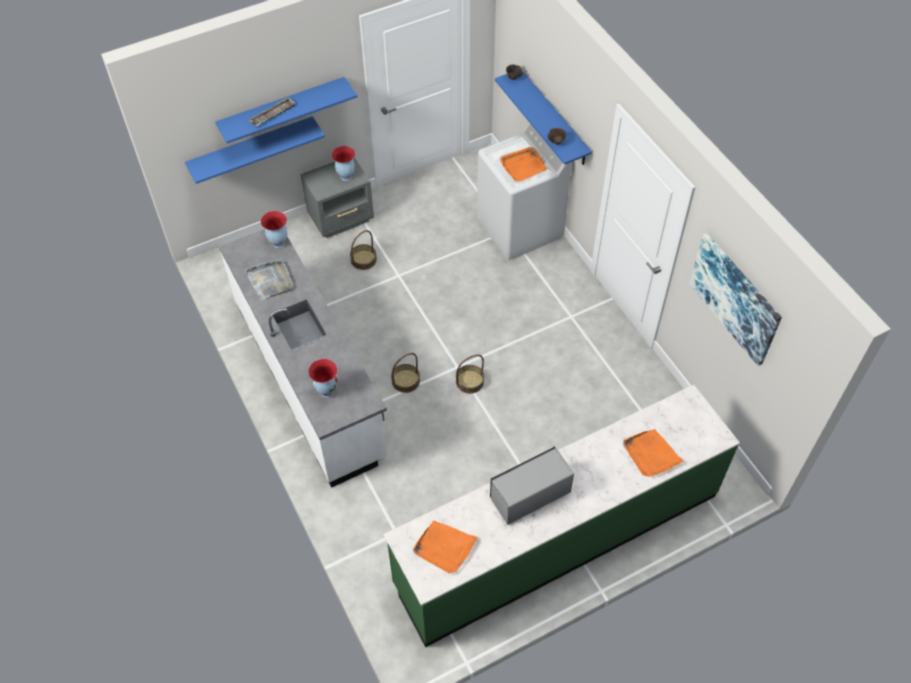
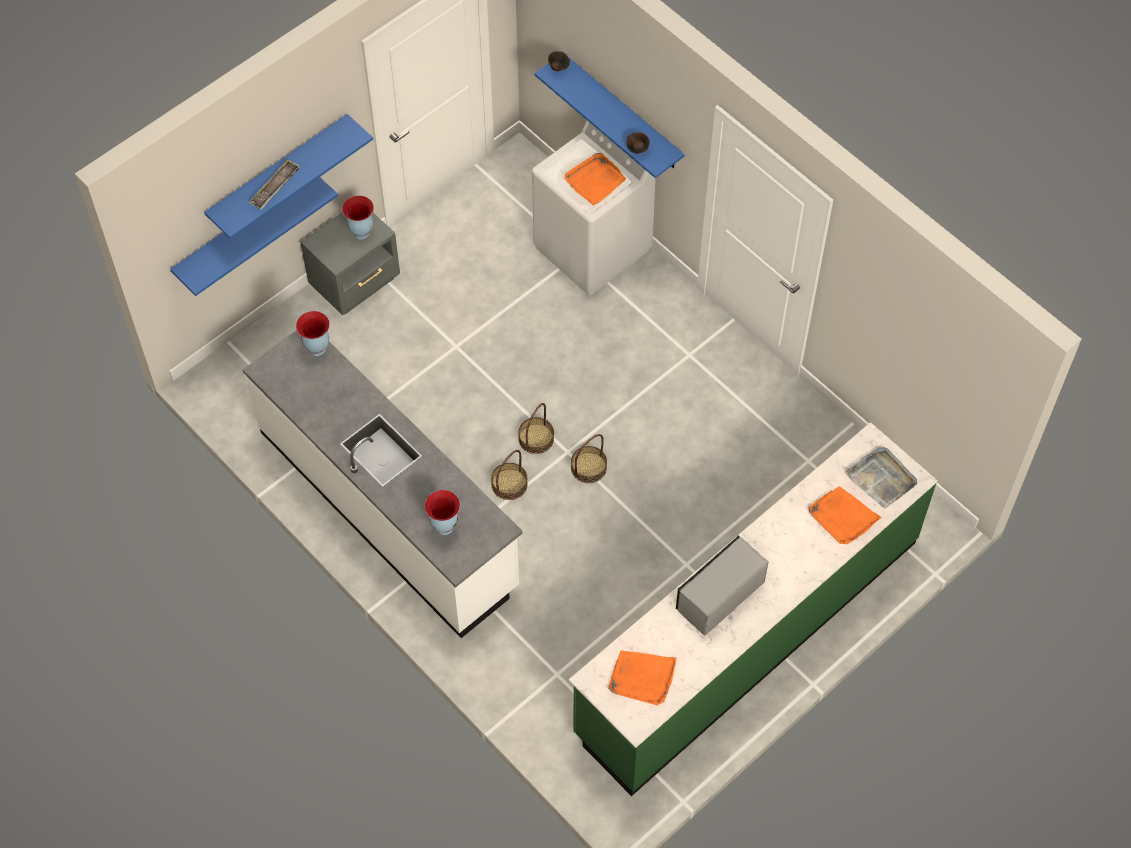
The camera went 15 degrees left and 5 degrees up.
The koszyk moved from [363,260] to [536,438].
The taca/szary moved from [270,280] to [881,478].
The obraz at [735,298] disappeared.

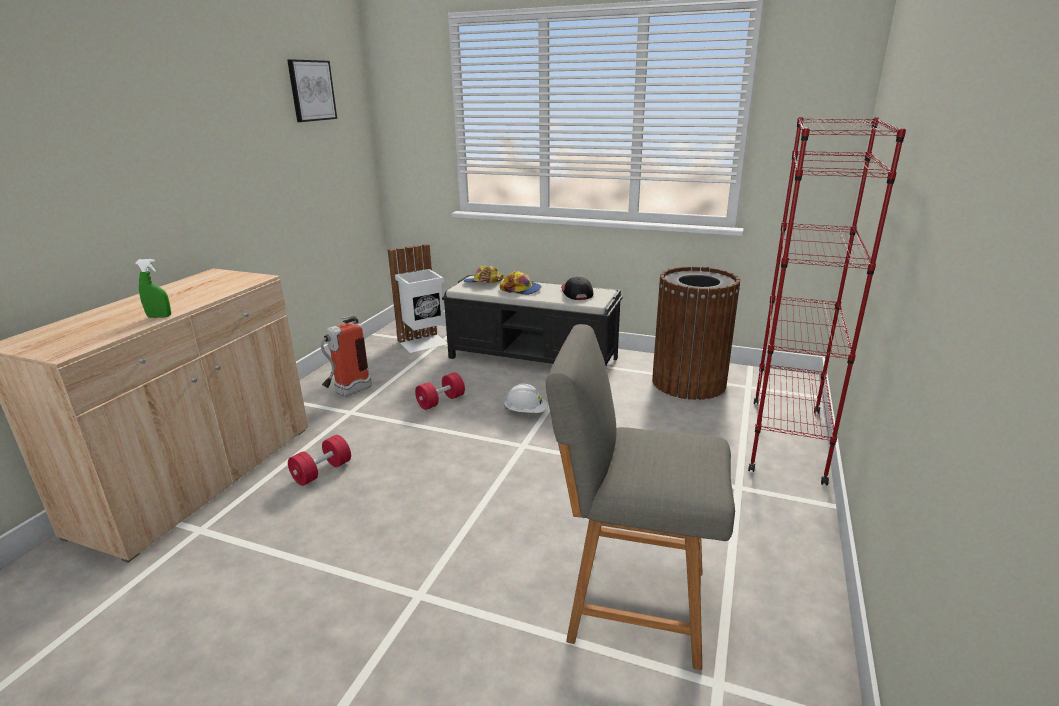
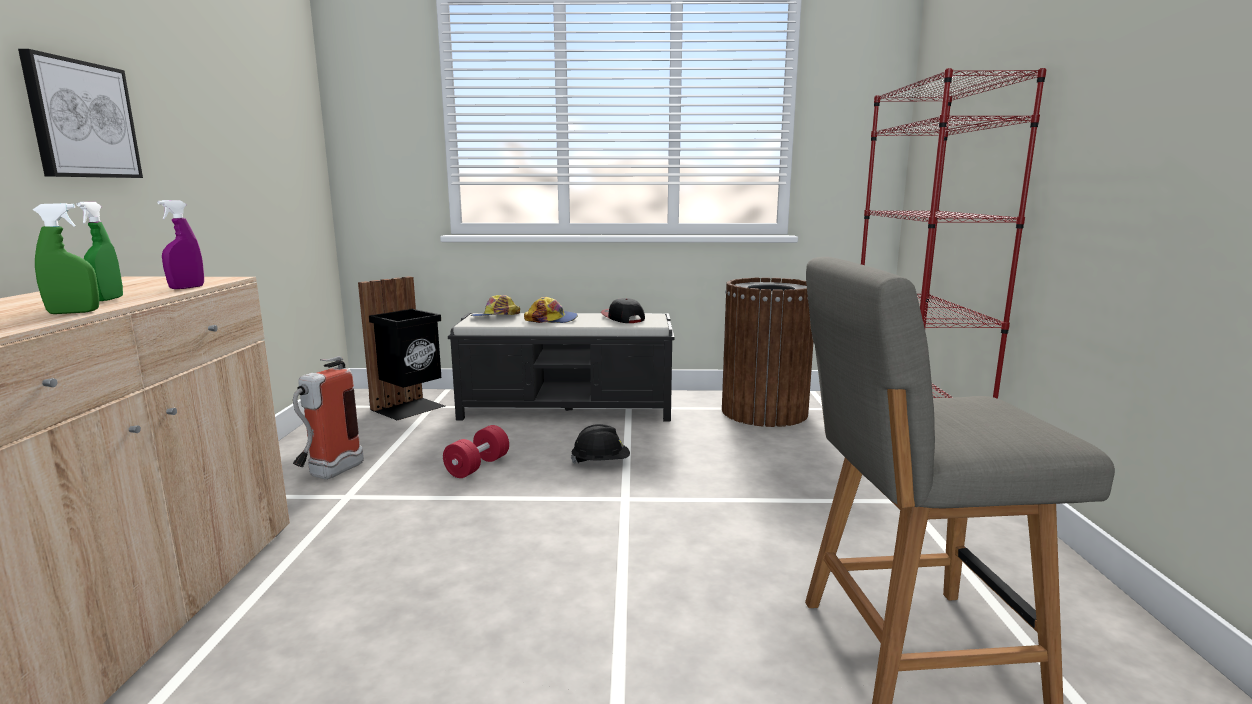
The camera went 20 degrees left and 10 degrees down.
The obraz moved from [311,90] to [82,120].
The spryskiwacz/zielony at [108,299] appeared.
The spryskiwacz/fioletowy at [187,288] appeared.
The kosz na śmieci/biały at [424,343] became the kosz na śmieci/czarny at [410,408].
The kask/biały at [526,412] became the kask/czarny at [601,463].
The hantel/czerwony at [322,472] disappeared.

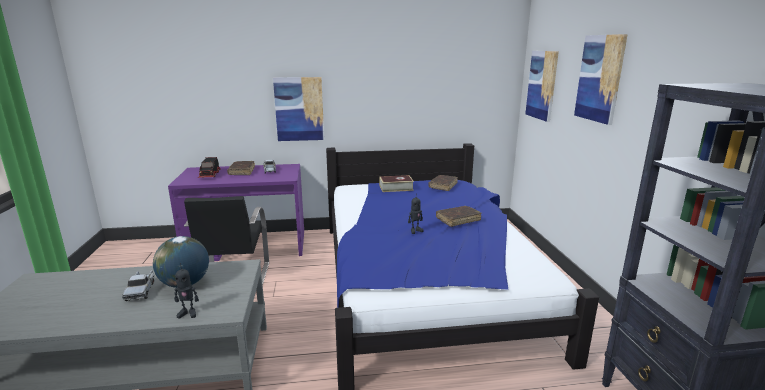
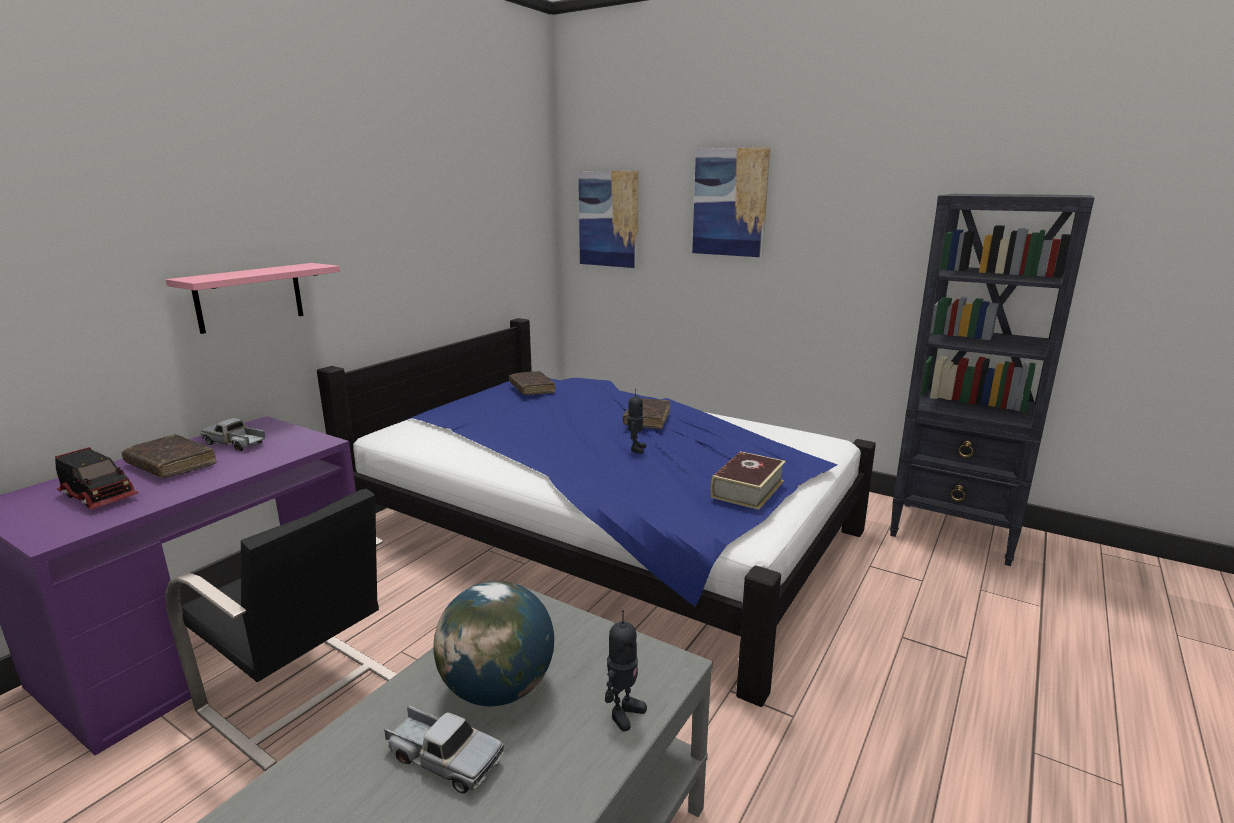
The camera went 50 degrees left and 0 degrees up.
The obraz at [299,109] was replaced by the półka/różowy at [249,297].
The książka moved from [396,188] to [747,489].

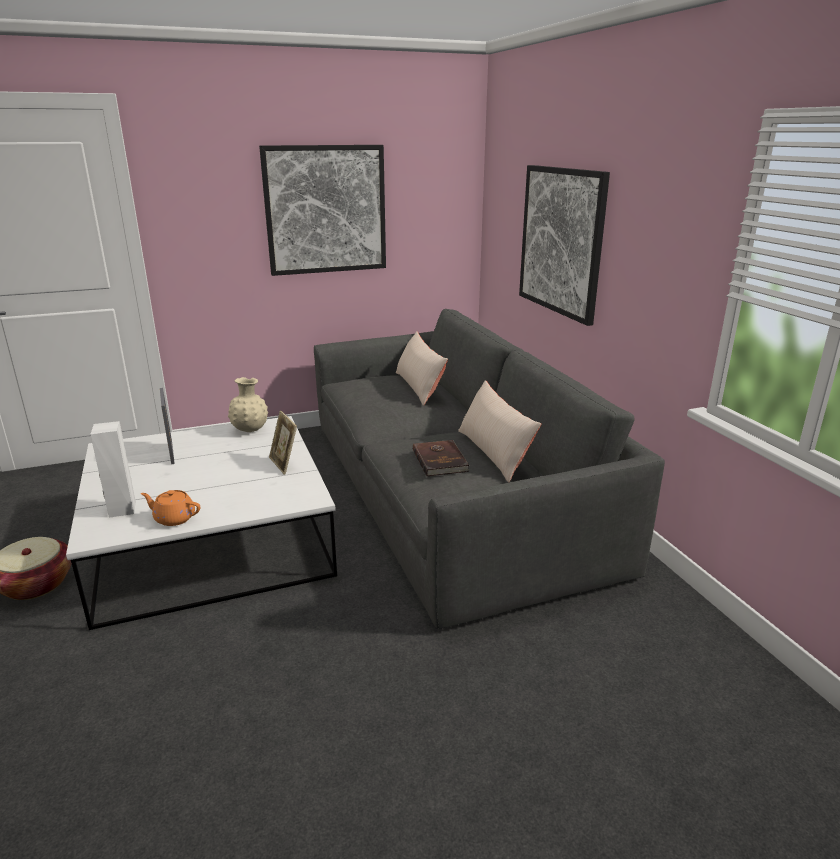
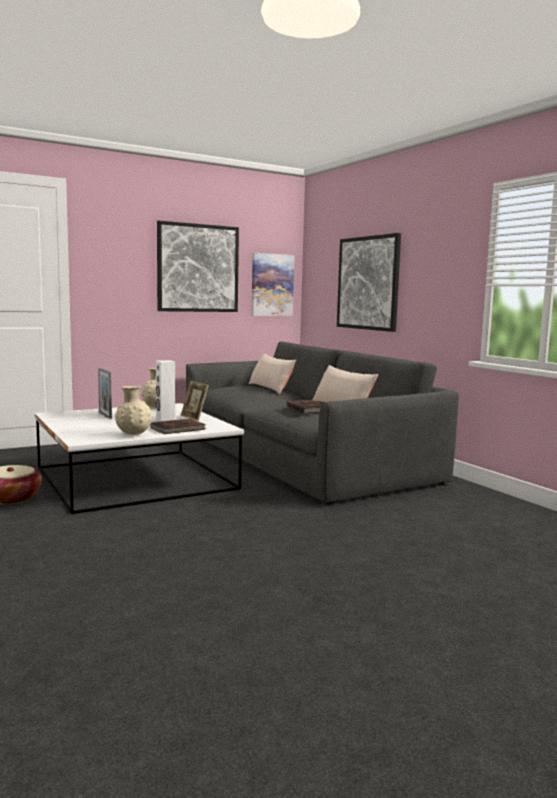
The camera went 10 degrees left and 15 degrees down.
The imbryk/pomarańczowy at [174,518] was replaced by the wazon/beżowy at [133,434].
The książka/brązowy at [178,429] appeared.
The głośnik/biały moved from [122,509] to [165,419].
The obraz at [272,285] appeared.

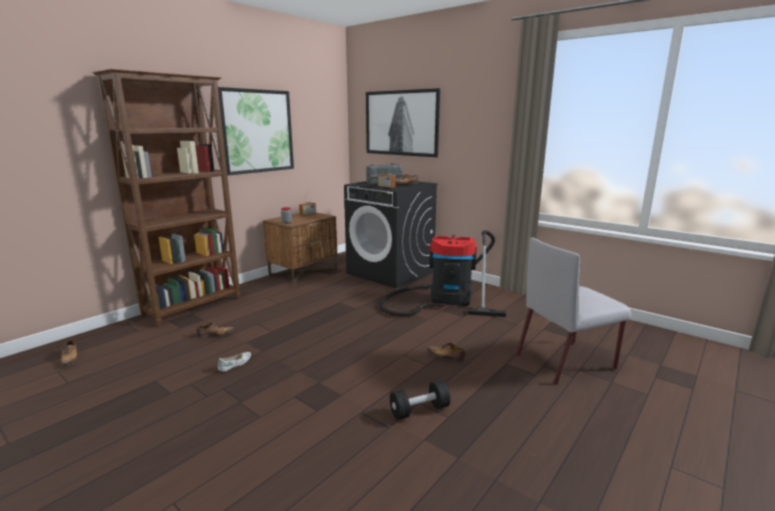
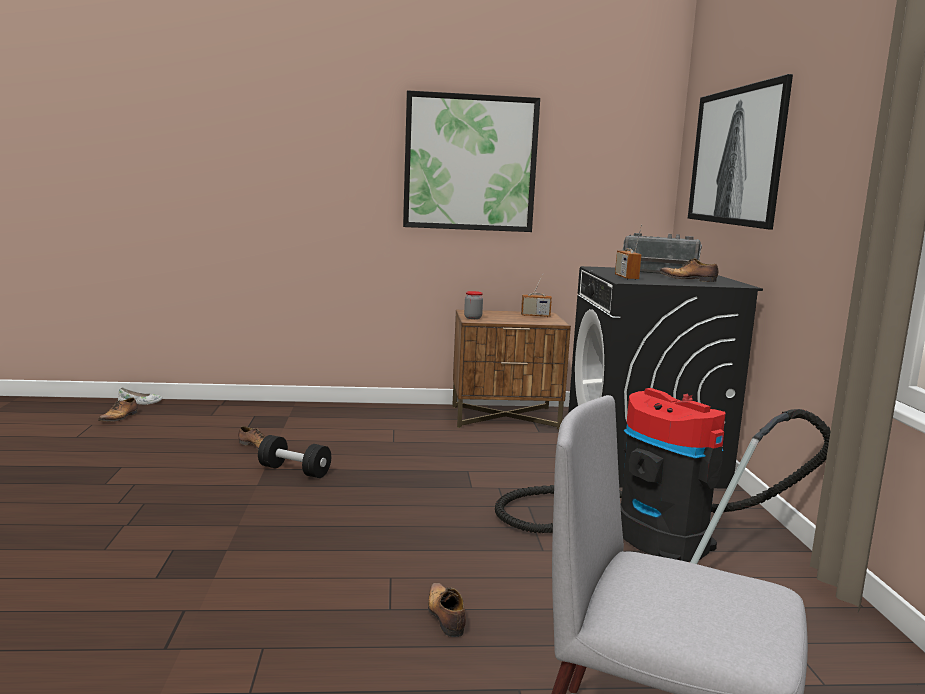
The camera went 45 degrees right and 5 degrees down.
The but/biały moved from [235,364] to [140,402].
The hantel/czarny moved from [419,410] to [294,471].
The regał/brązowy at [194,306] disappeared.

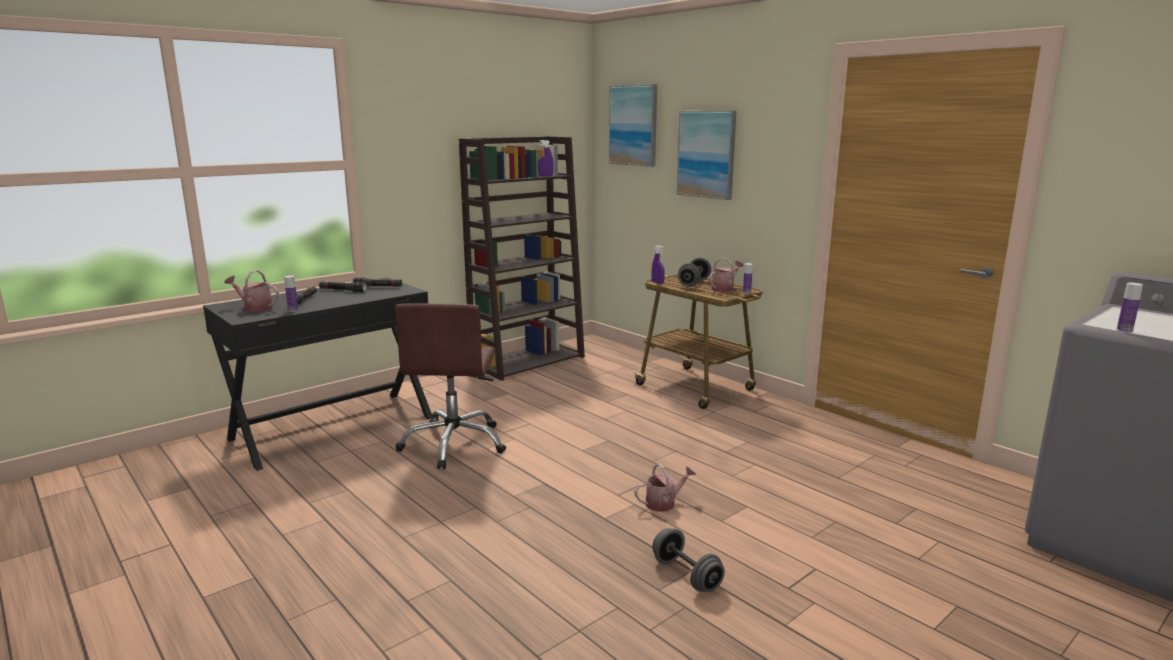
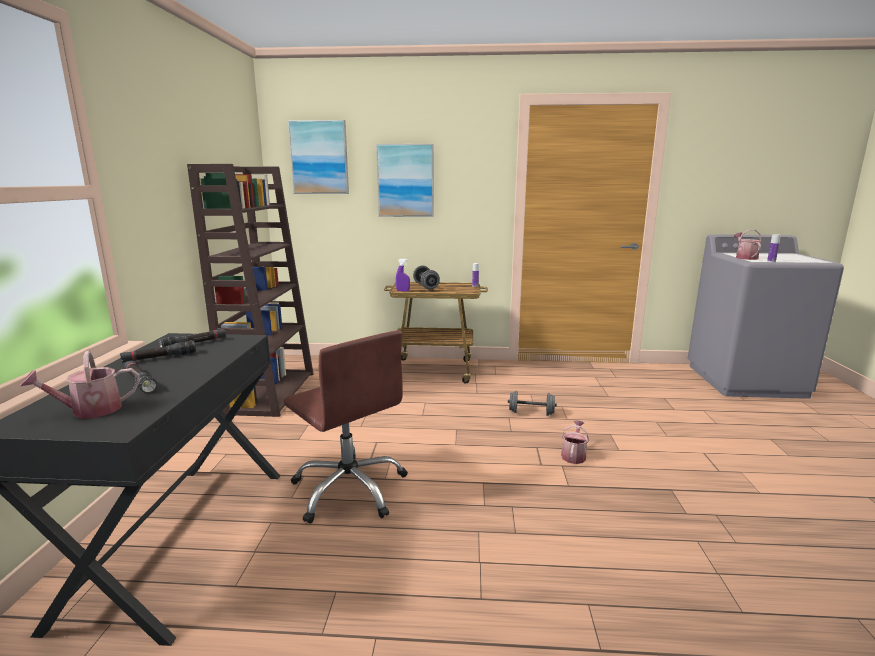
The camera went 45 degrees left and 0 degrees up.
The hantel/szary moved from [686,575] to [531,413].
The konewka moved from [724,288] to [745,257].
The butelka at [293,310] disappeared.
The spryskiwacz/fioletowy at [545,176] disappeared.

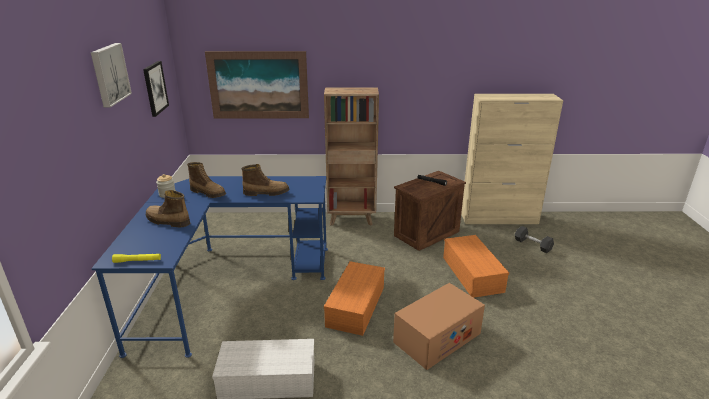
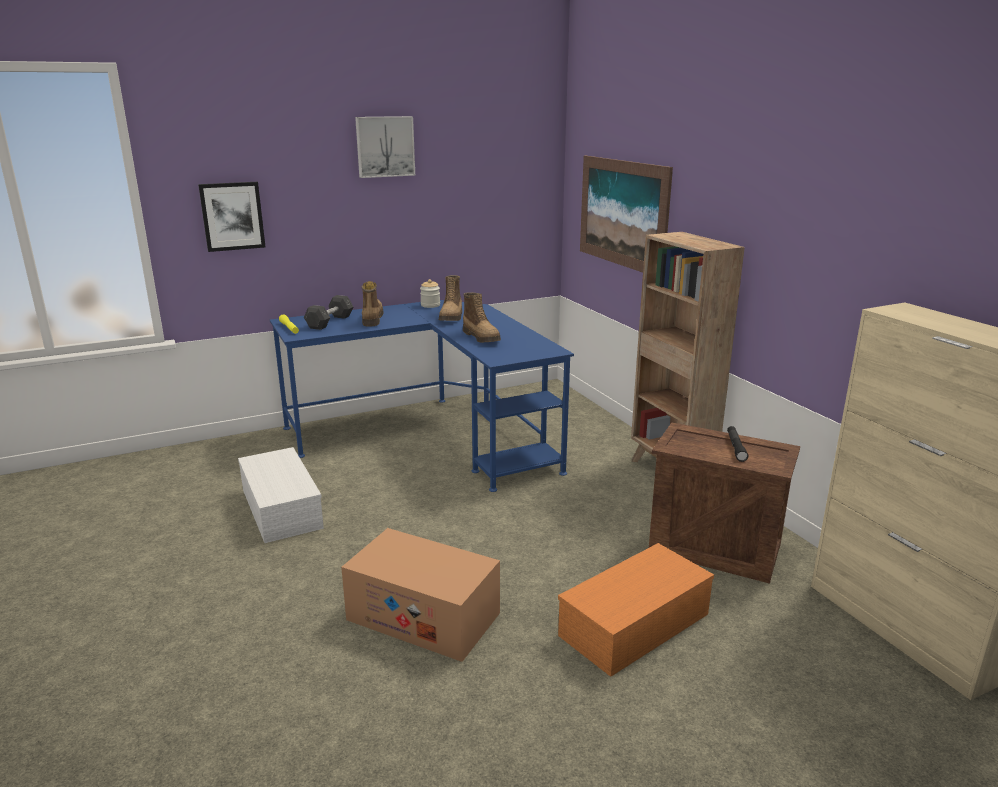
The camera went 65 degrees right and 5 degrees down.
The obraz moved from [155,88] to [232,216].
The hantel/szary moved from [532,245] to [330,322].
The pojemnik do przechowywania/pomarańczowy at [355,305] disappeared.

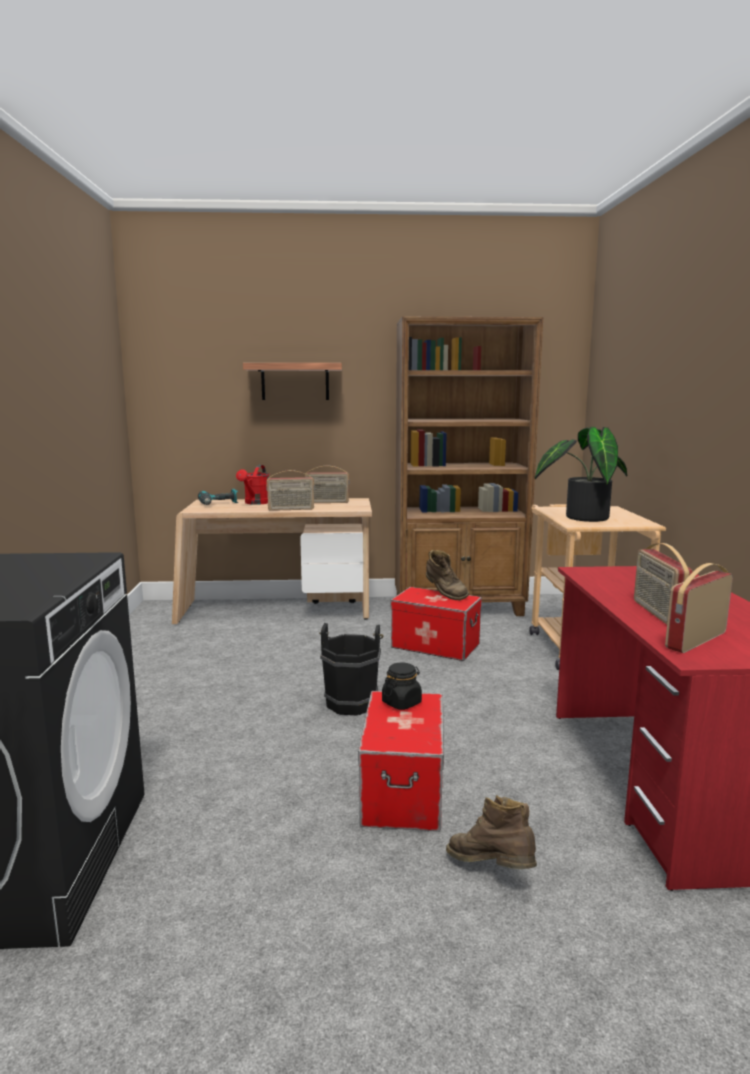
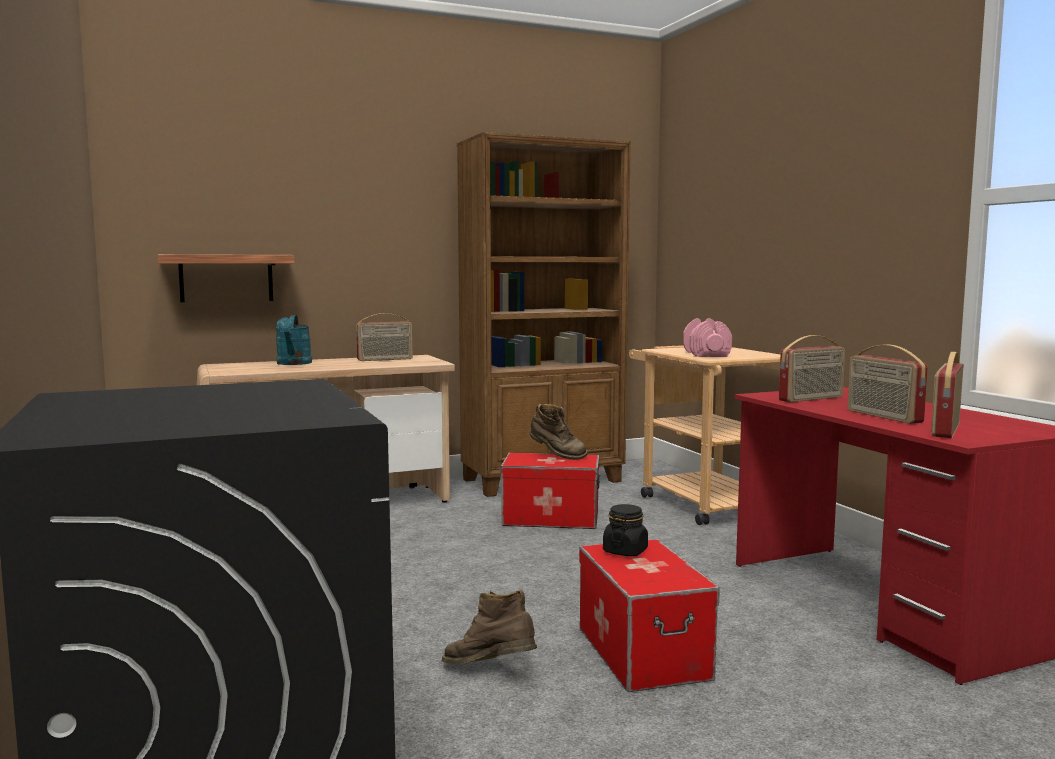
The camera went 20 degrees left and 5 degrees down.
The półka moved from [295,382] to [226,278].
The konewka/czerwony at [256,503] became the konewka/turkusowy at [293,363].
The but z cholewką/brązowy moved from [491,871] to [490,671].
The roślina doniczkowa at [581,517] was replaced by the hantel/różowy at [706,354].
The radio moved from [291,509] to [811,399].
The wiertarka at [218,504] disappeared.
The wiadro/czarny at [352,701] disappeared.

